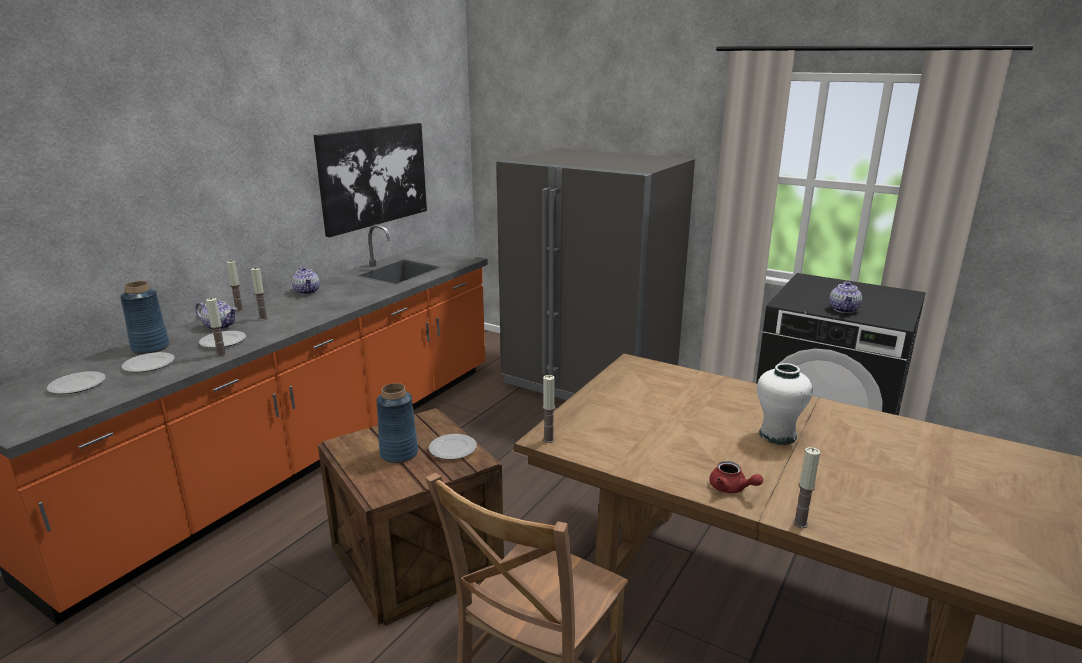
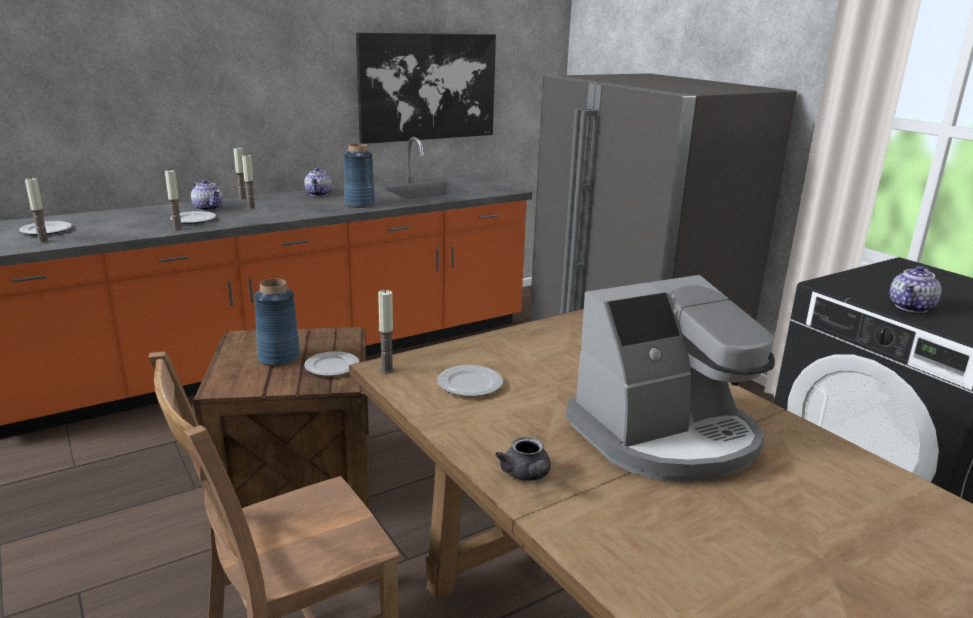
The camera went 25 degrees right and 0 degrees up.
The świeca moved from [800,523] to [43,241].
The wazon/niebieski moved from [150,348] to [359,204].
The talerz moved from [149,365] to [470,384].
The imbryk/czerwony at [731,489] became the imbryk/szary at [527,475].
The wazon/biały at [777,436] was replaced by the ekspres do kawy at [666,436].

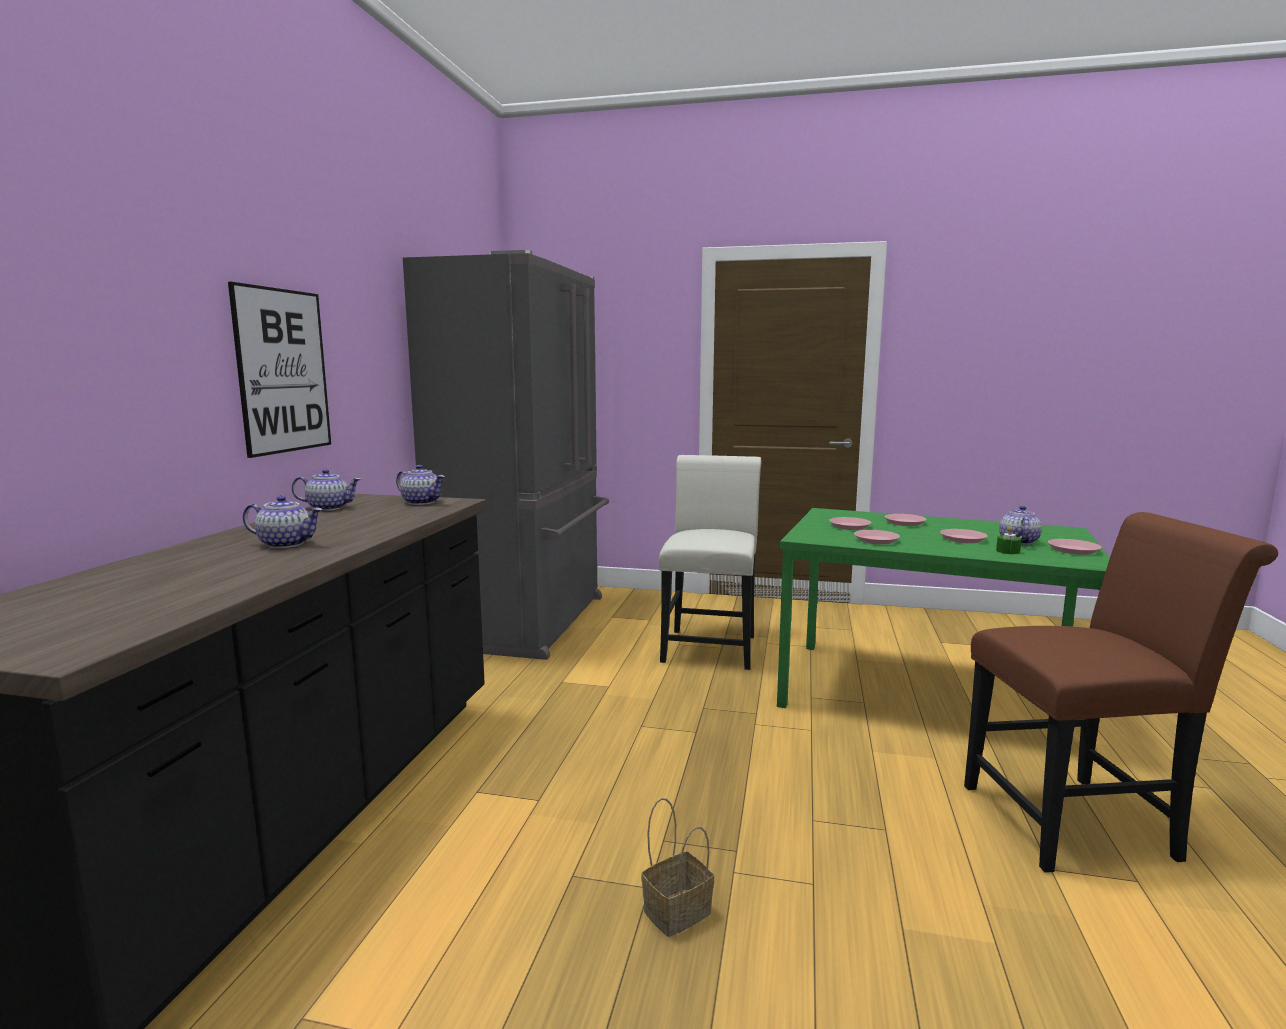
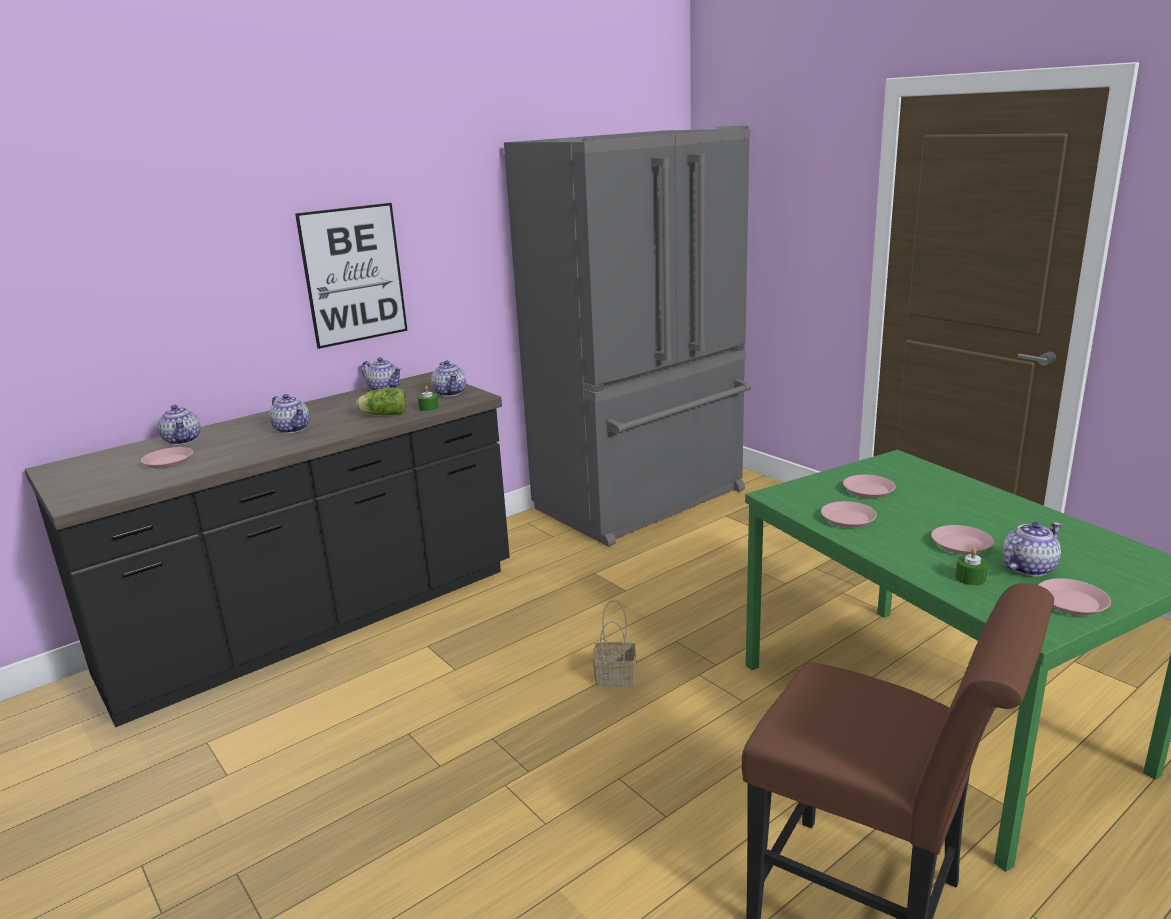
The camera went 40 degrees right and 10 degrees up.
The talerz/różowy moved from [905,523] to [168,461].
The imbryk at [183,440] appeared.
The sałata at [383,414] appeared.
The świeca/zielony at [428,408] appeared.
The koszyk moved from [678,910] to [616,676].
The krzesło/biały at [710,645] disappeared.

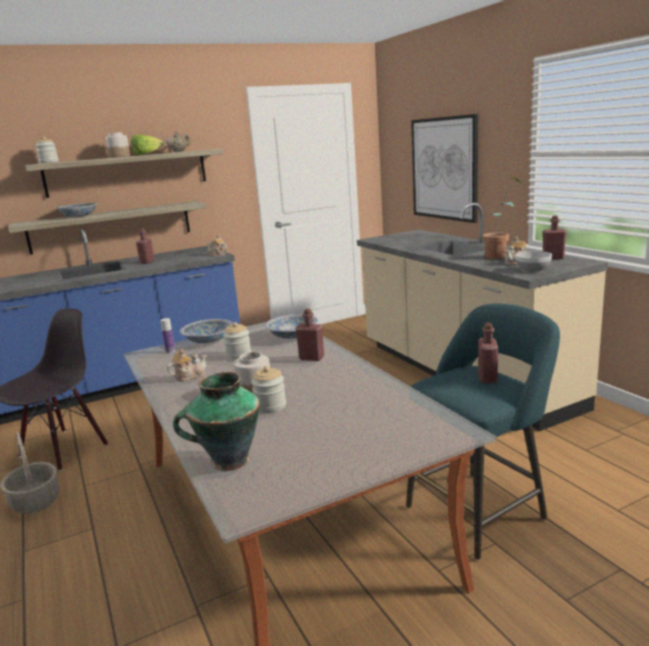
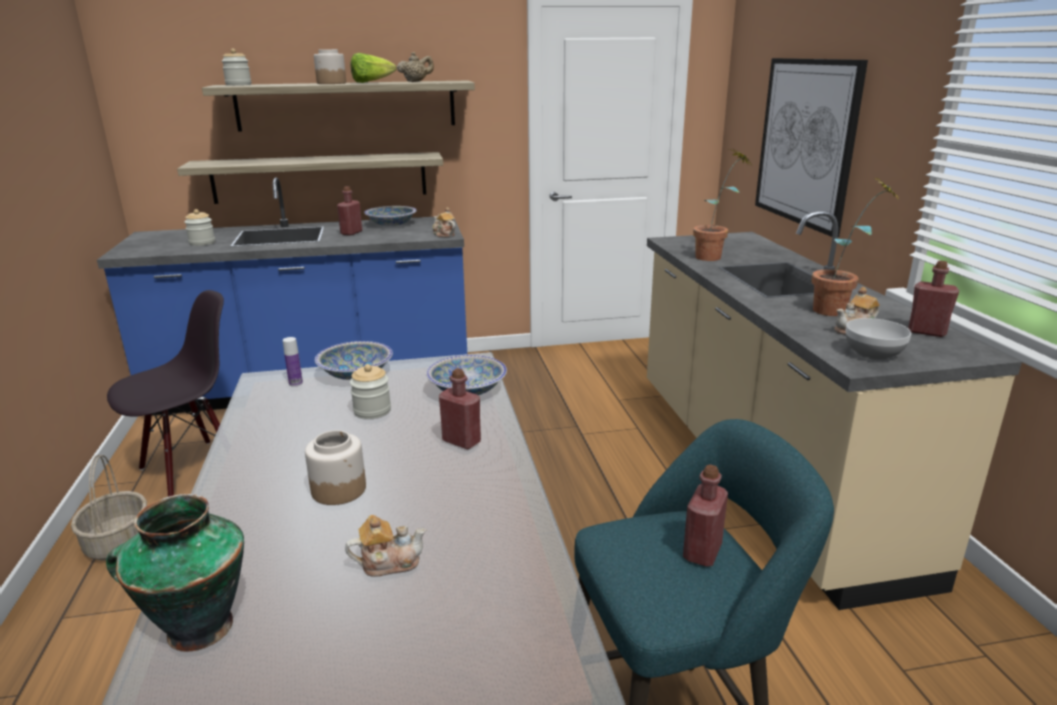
The camera went 15 degrees right and 5 degrees up.
The słoik moved from [270,406] to [202,243].
The imbryk moved from [189,376] to [389,563].
The miska moved from [79,216] to [391,224].
The roślina doniczkowa at [715,257] appeared.

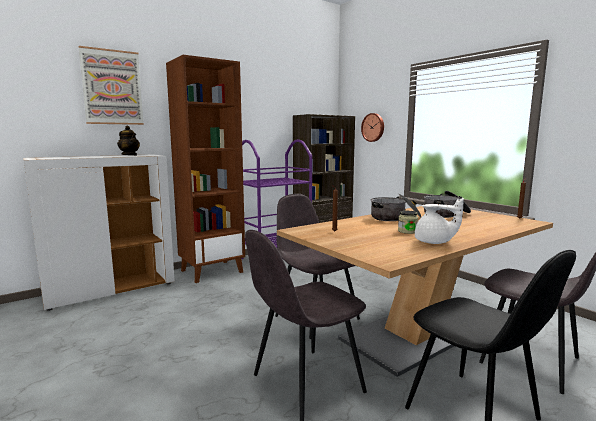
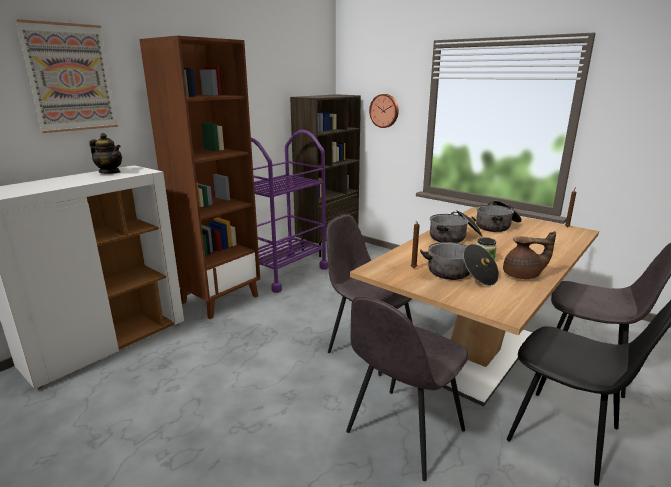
The camera went 15 degrees left and 10 degrees up.
The garnek at [459,275] appeared.
The imbryk/biały at [434,242] became the imbryk/brązowy at [523,276].

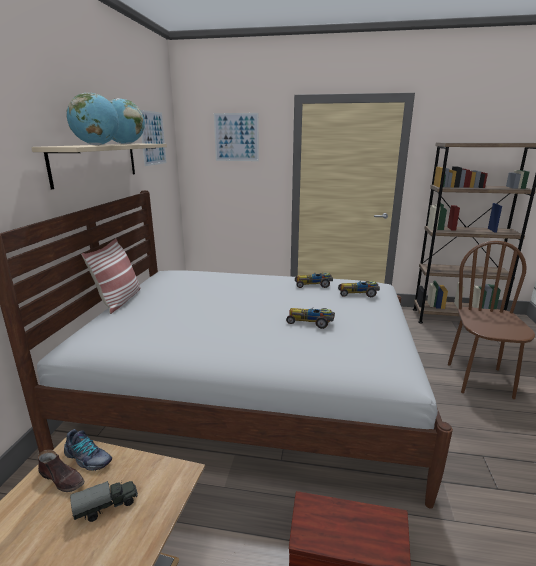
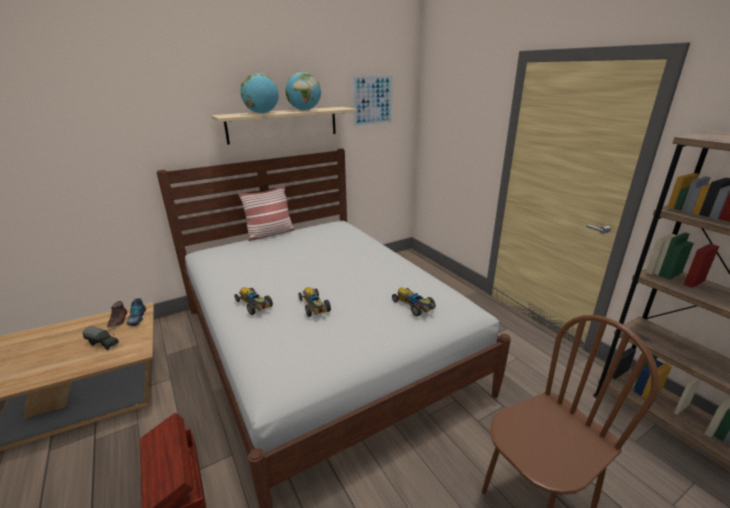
The camera went 50 degrees right and 5 degrees up.
The samochodzik moved from [314,284] to [254,305].
The obraz at [236,137] disappeared.

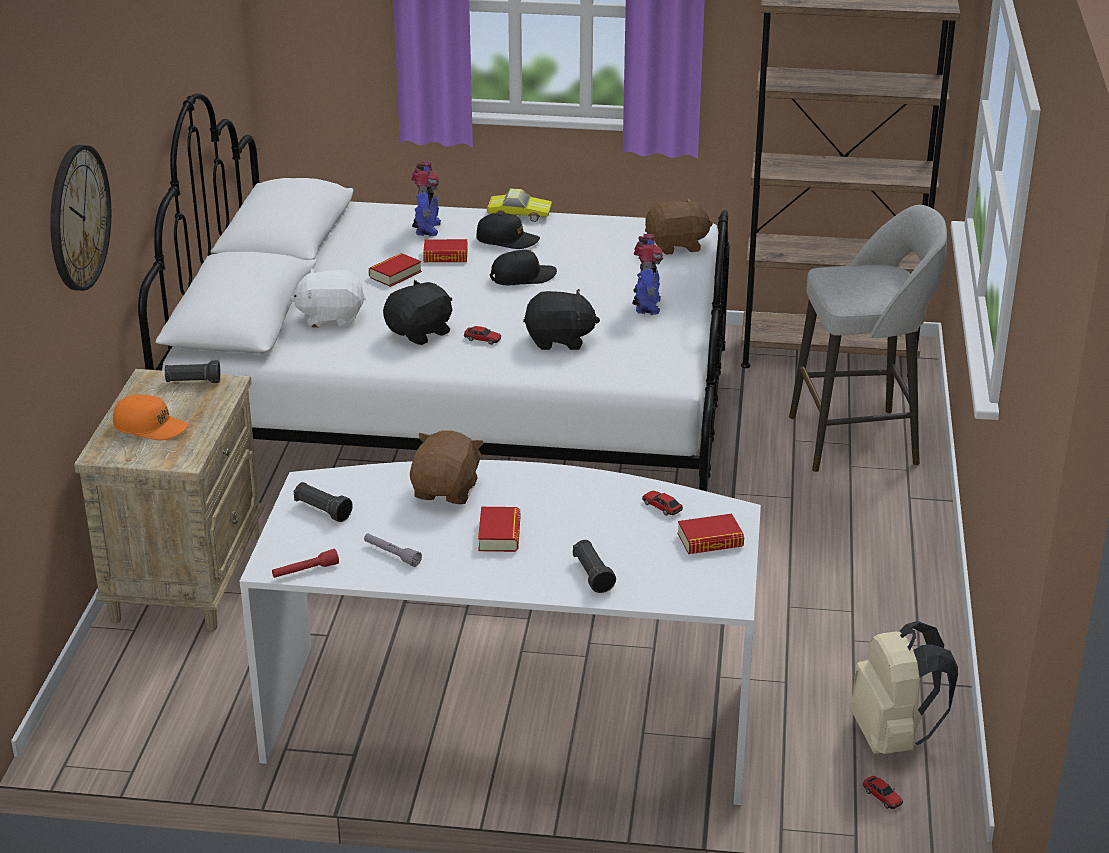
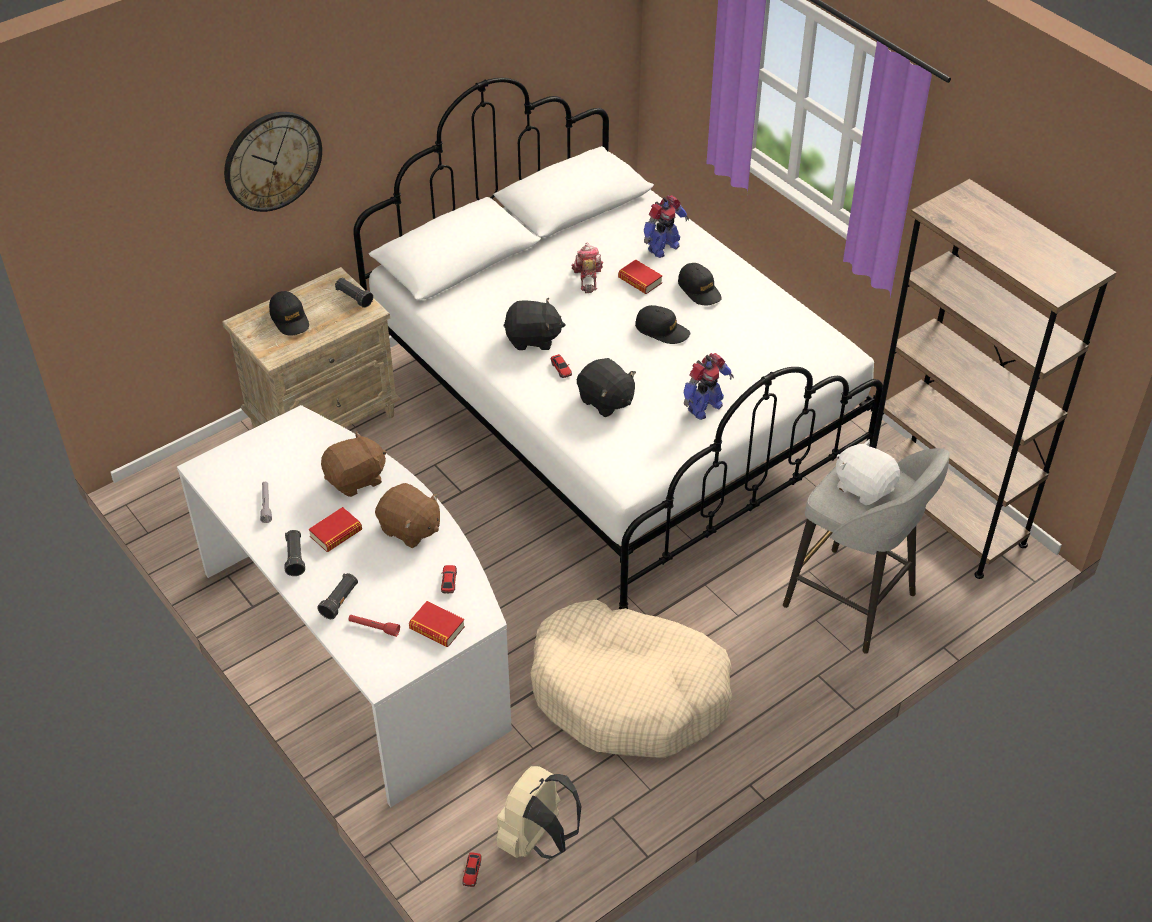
The camera went 45 degrees right and 15 degrees up.
The czapka z daszkiem/pomarańczowy at [151,427] became the czapka z daszkiem/czarny at [289,319].
The latarka/czarny moved from [322,510] to [295,558].
The latarka/czerwony moved from [305,571] to [374,628].
The pluszak/brązowy moved from [676,245] to [410,529].
The legowisko/beżowy at [628,693] appeared.
The książka at [395,274] was replaced by the robot zabawkowy at [587,278].
The pluszak/biały moved from [331,317] to [864,487].
The samochodzik at [519,213] disappeared.

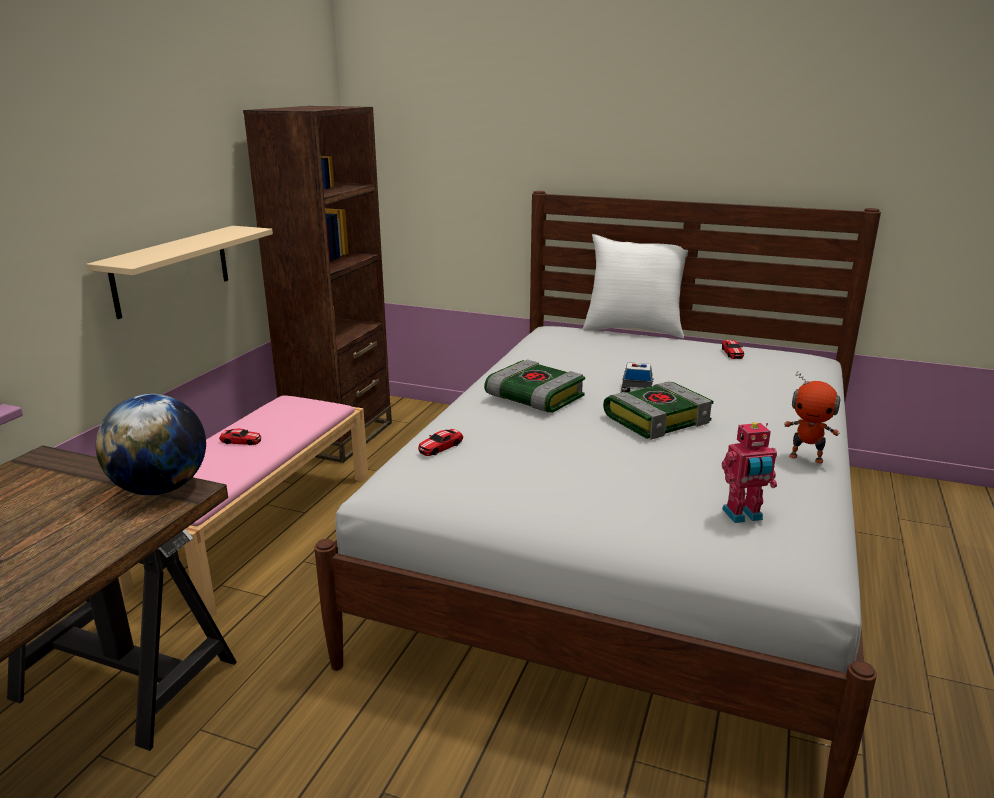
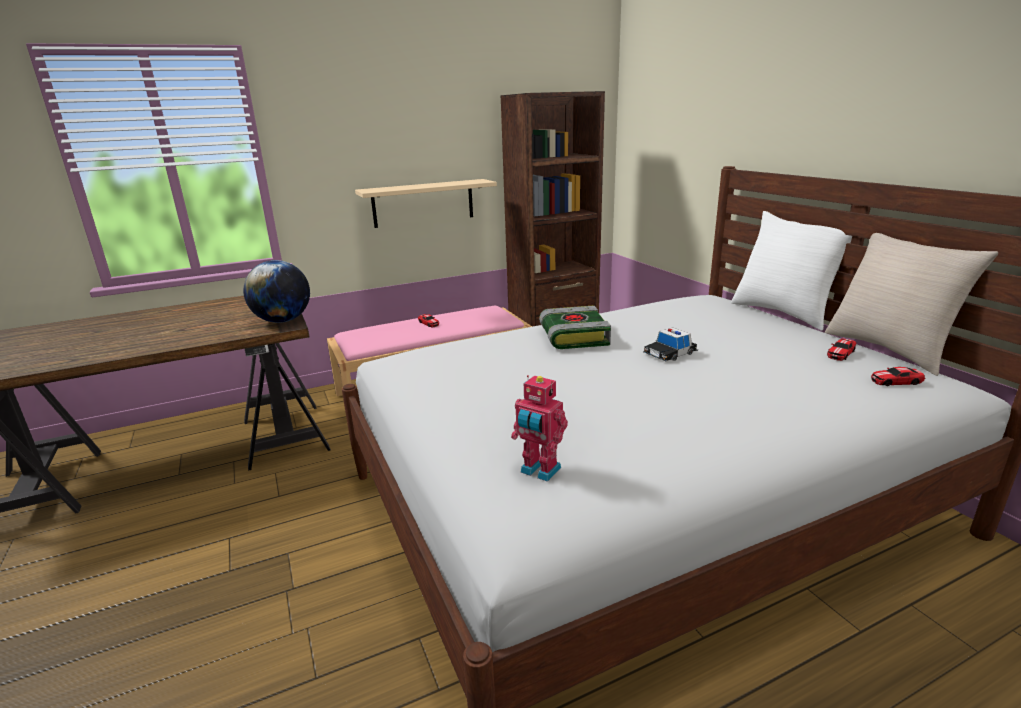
The camera went 45 degrees right and 0 degrees up.
The poduszka/beżowy at [889,349] appeared.
The samochodzik moved from [440,447] to [896,381].
The książka at [657,419] disappeared.
The robot zabawkowy at [806,457] disappeared.

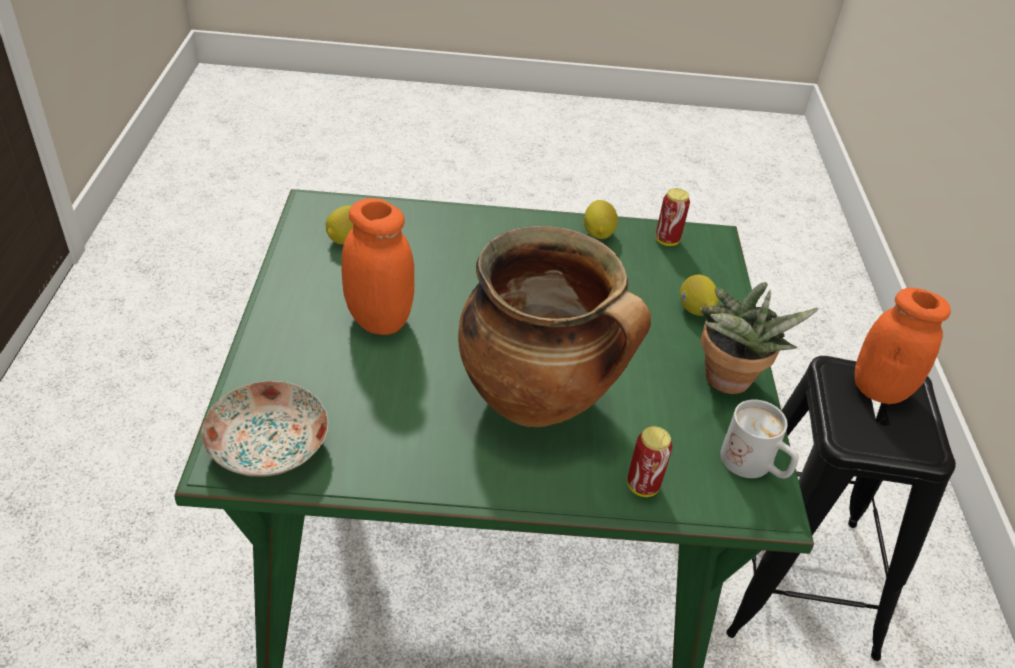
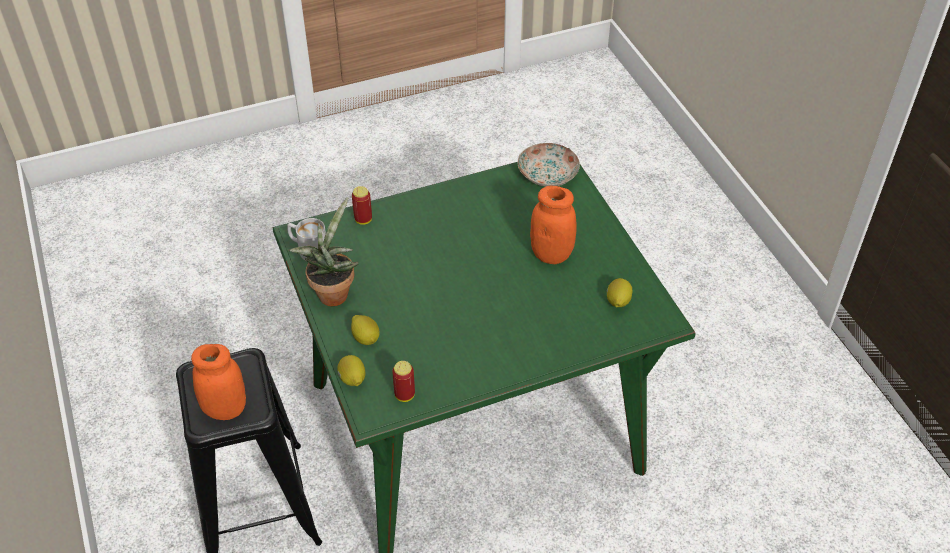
The camera went 160 degrees right and 5 degrees up.
The cytryna moved from [598,233] to [352,379].
The garnek at [538,401] disappeared.

